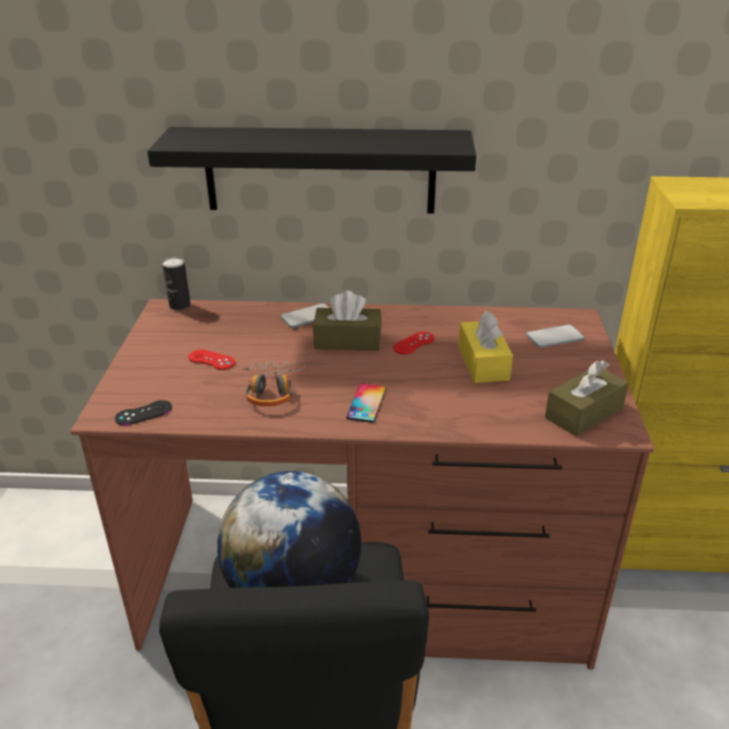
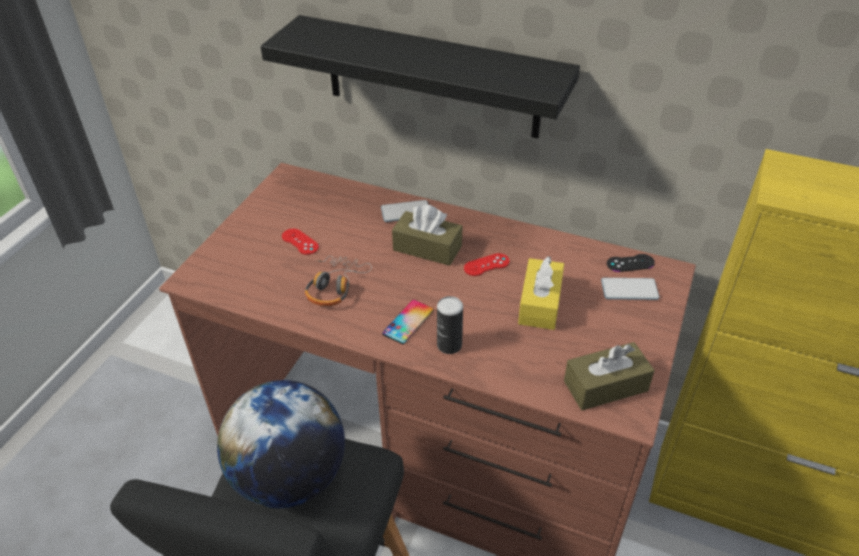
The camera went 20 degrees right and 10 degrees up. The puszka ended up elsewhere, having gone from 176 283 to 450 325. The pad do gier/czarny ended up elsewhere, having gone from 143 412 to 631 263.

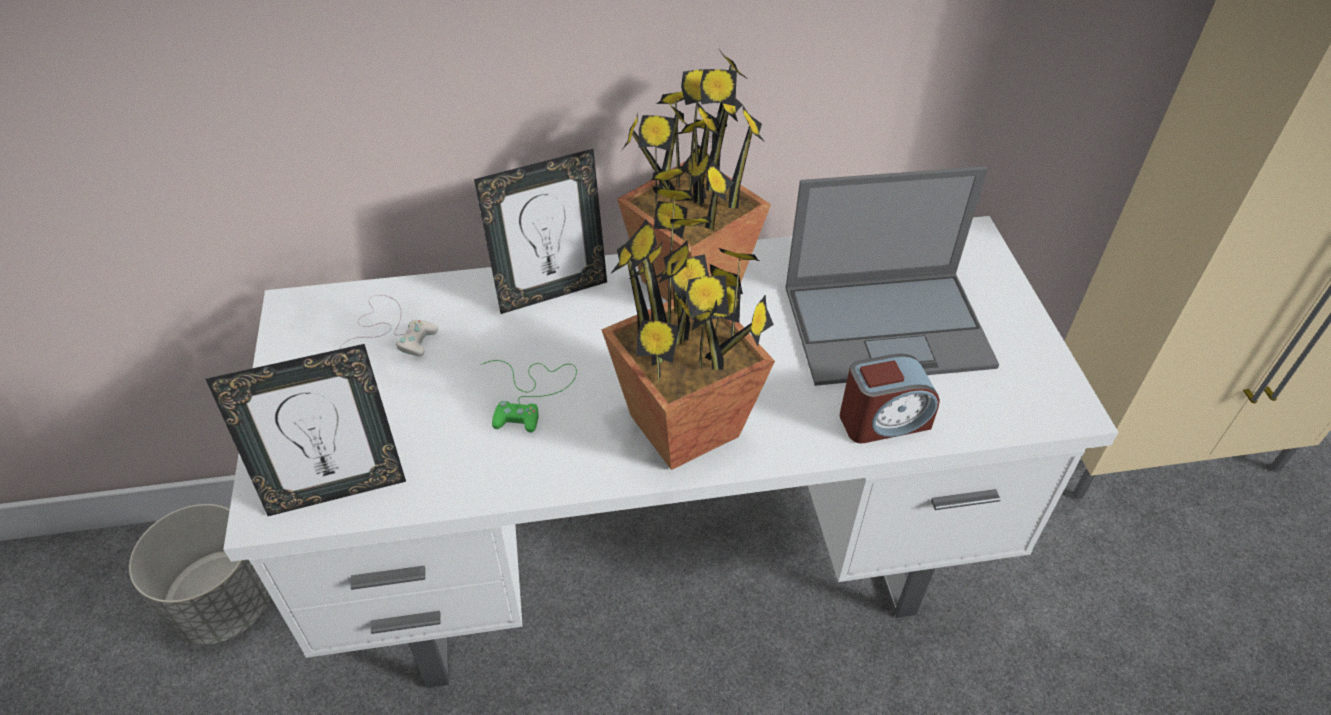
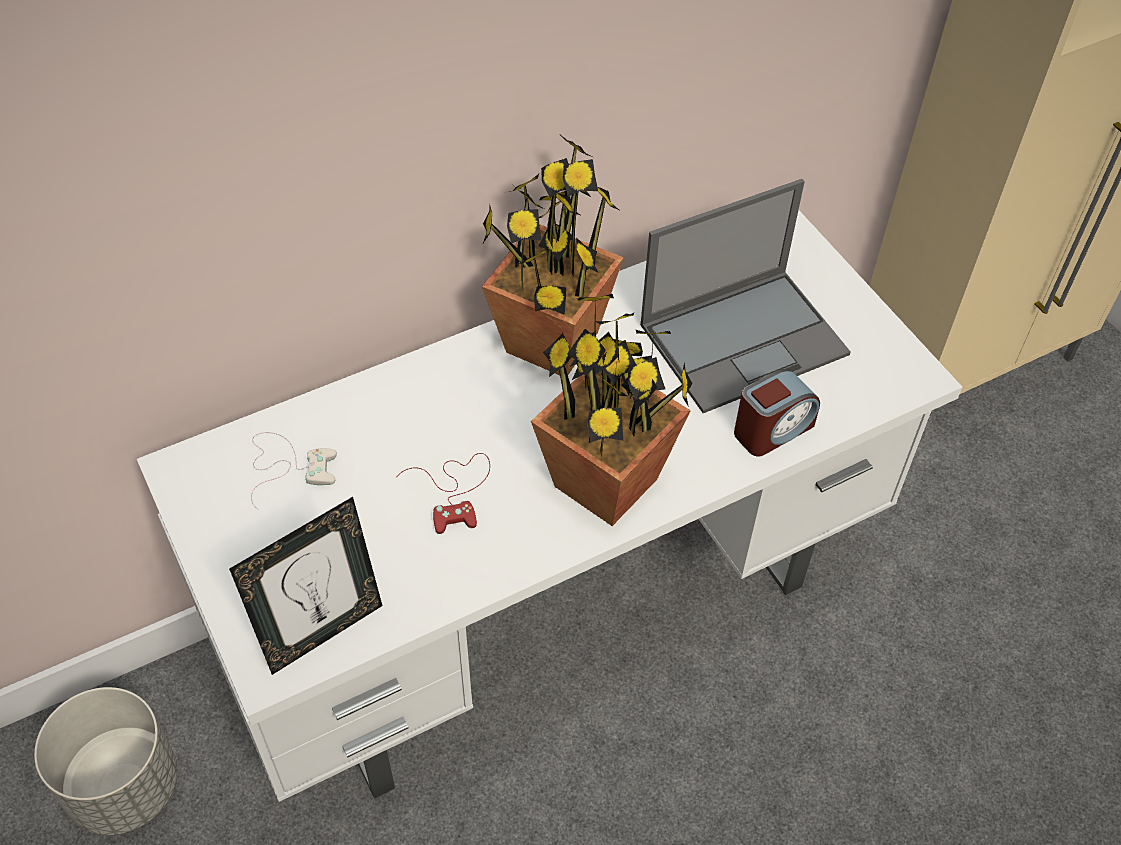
The camera went 20 degrees left and 5 degrees up. What was the pad do gier/zielony at 529 396 turned into the pad do gier/czerwony at 443 493. The second view lost the ramka na zdjęcie at 540 231.

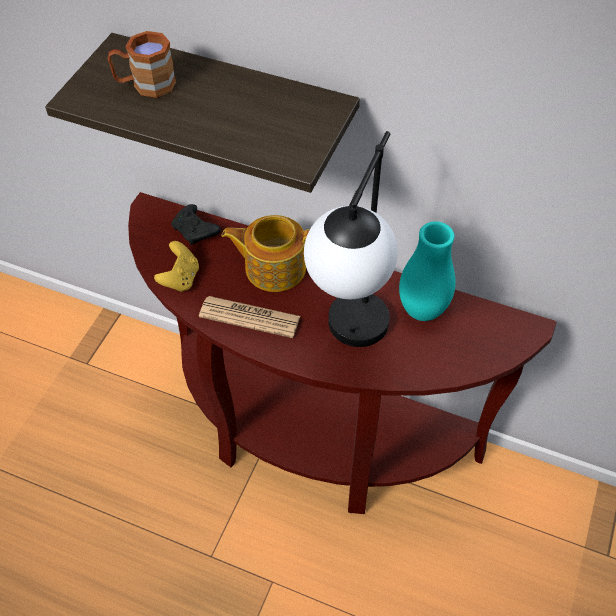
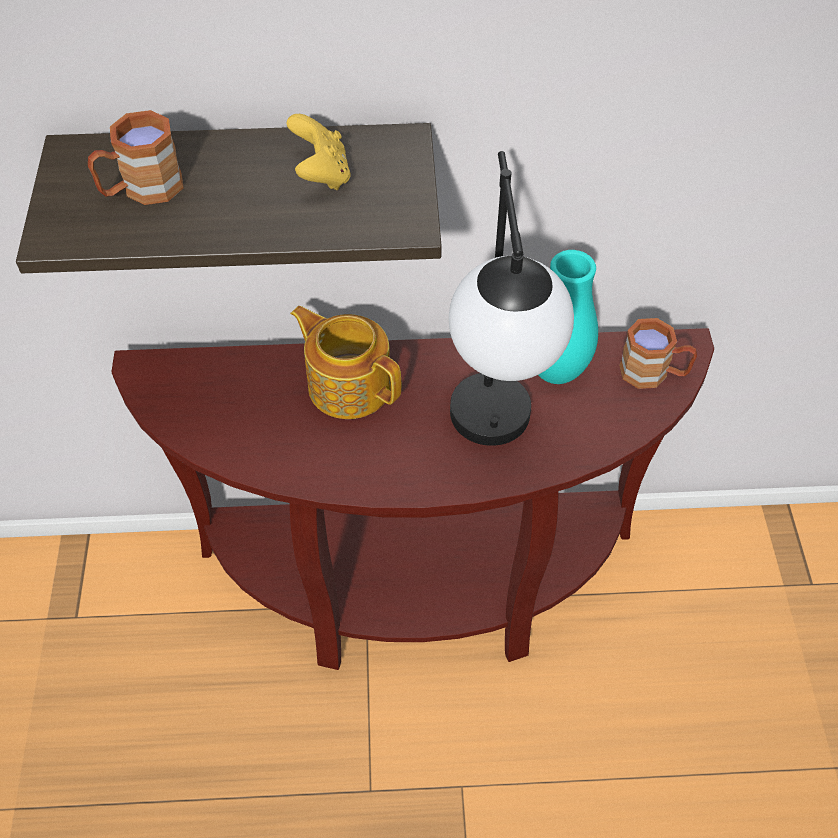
The camera went 25 degrees left and 0 degrees up. The pad do gier/żółty ended up elsewhere, having gone from 176 266 to 318 152. The imbryk at 265 253 ended up facing another way, 60 degrees clockwise from before. The second view gained the kubek/brązowy at 658 353. The second view lost the pad do gier/czarny at 196 224. The second view lost the gazeta at 249 317.

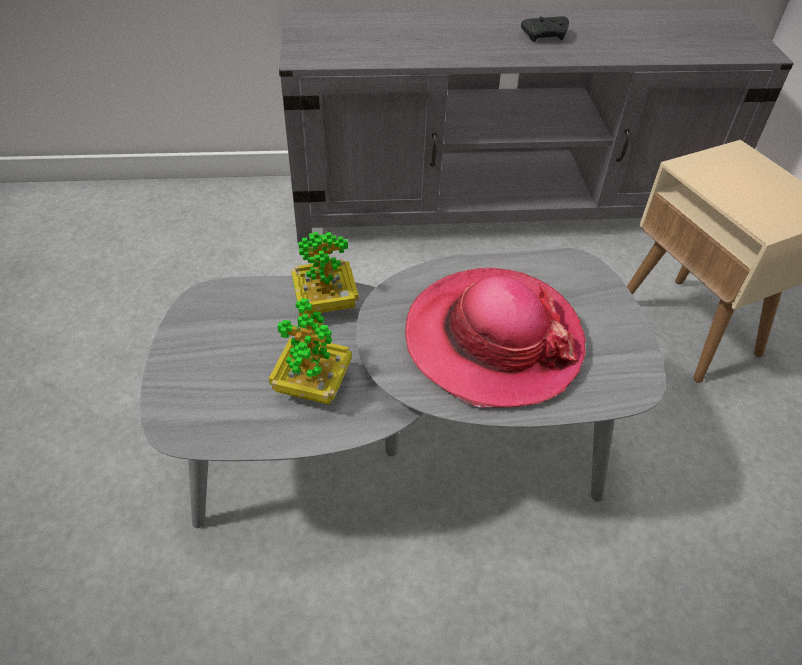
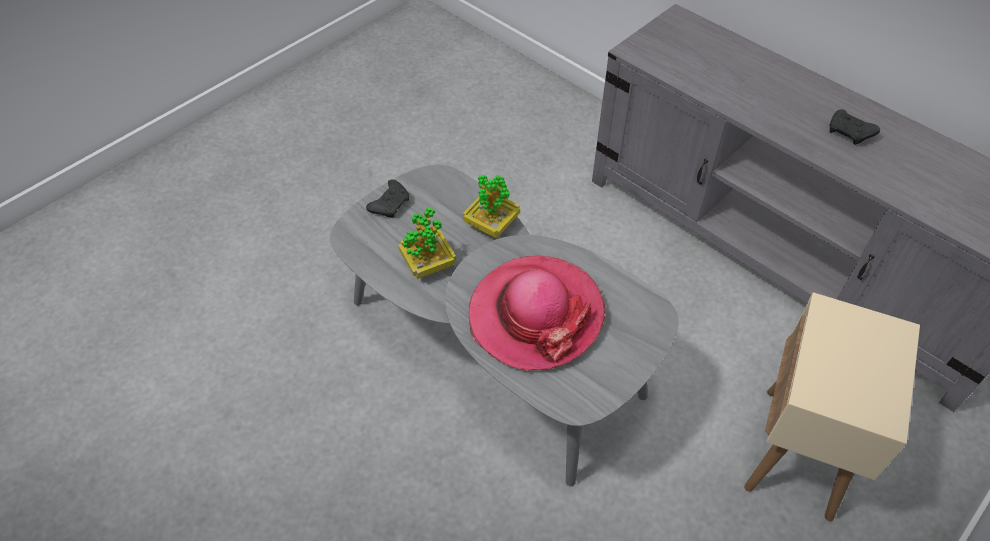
The camera went 50 degrees right and 5 degrees up. The second view gained the pad do gier/czarny at 387 198.

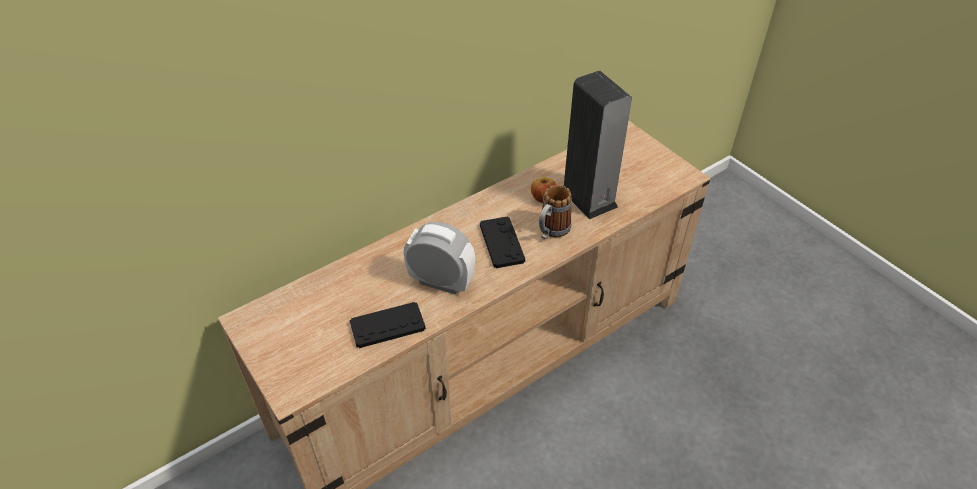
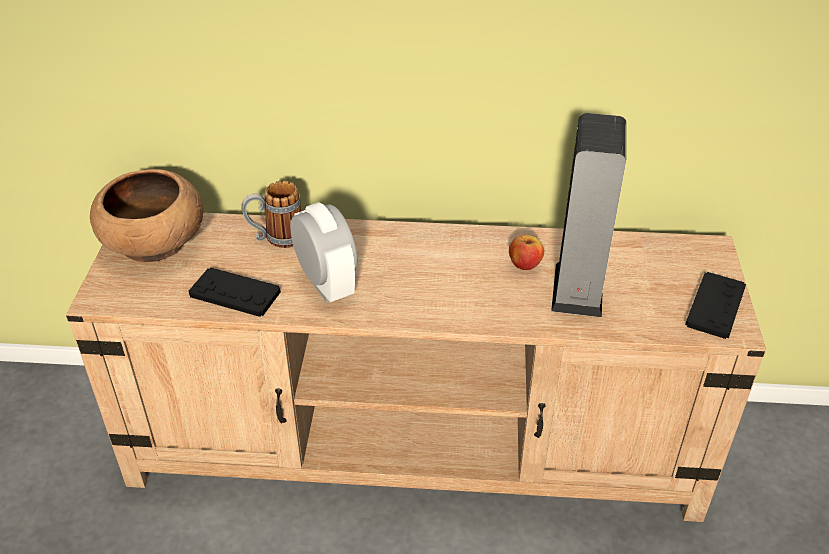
The camera went 40 degrees right and 5 degrees down. The second view gained the miska/brązowy at 146 215. The kubek ended up elsewhere, having gone from 555 212 to 271 214. The pad do gier/czarny ended up elsewhere, having gone from 502 242 to 715 305.

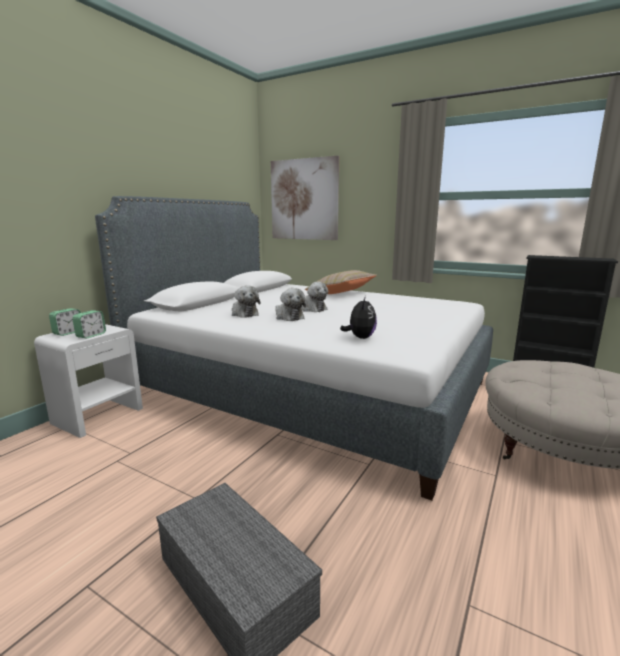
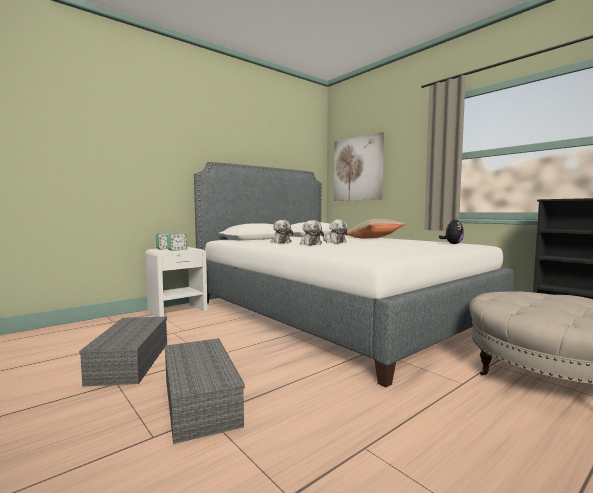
The camera went 20 degrees right and 10 degrees down. The second view gained the pojemnik do przechowywania/szary at 123 352. The pluszak ended up elsewhere, having gone from 358 317 to 451 231.

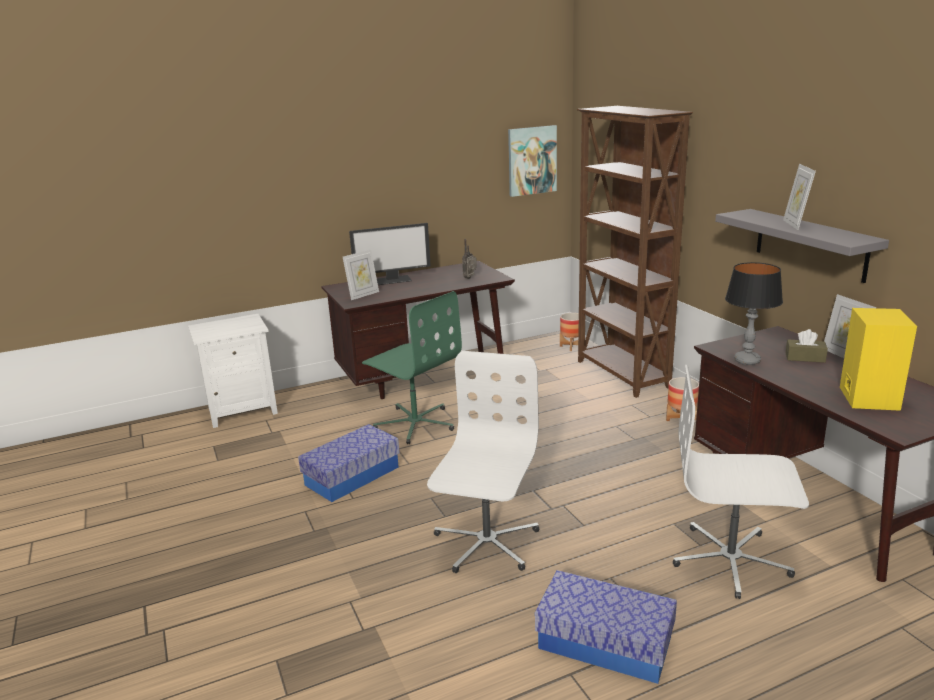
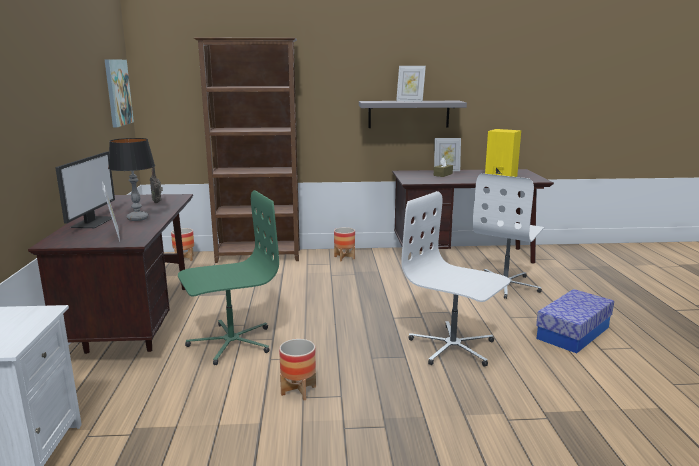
The camera went 70 degrees left and 5 degrees down. The lampa stołowa ended up elsewhere, having gone from 754 313 to 131 179. Where the pojemnik do przechowywania stood at 348 463, the donica came to stand at 297 369.

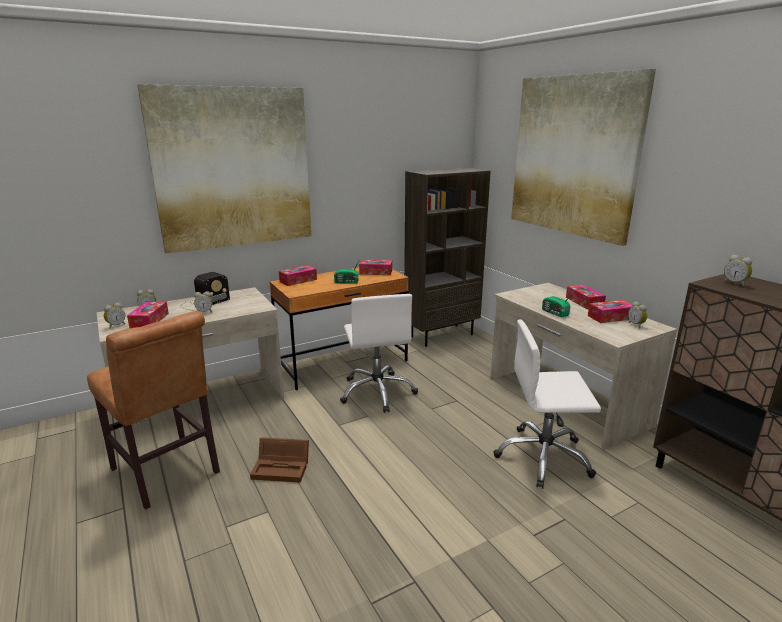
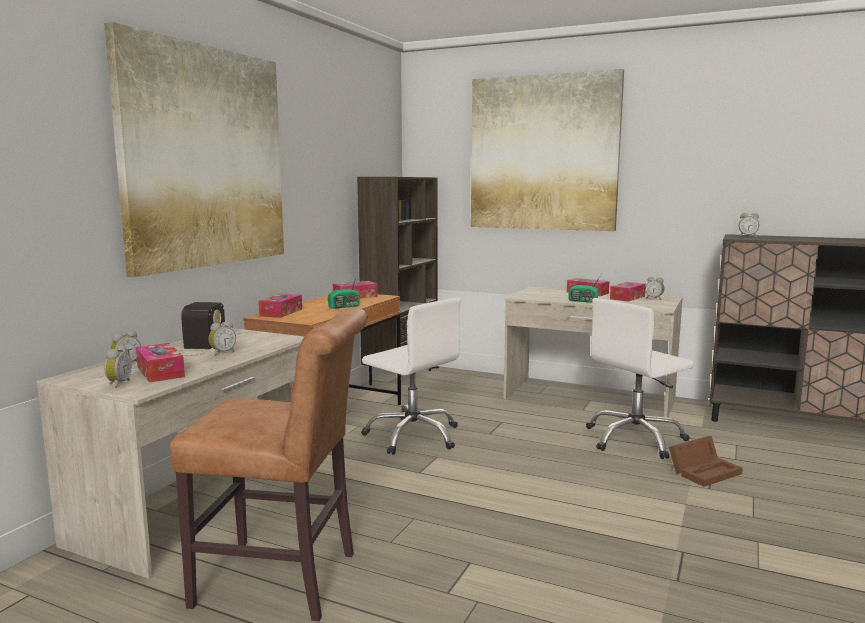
The camera went 35 degrees left and 10 degrees down. The pojemnik do przechowywania/brązowy ended up elsewhere, having gone from 279 460 to 706 461.

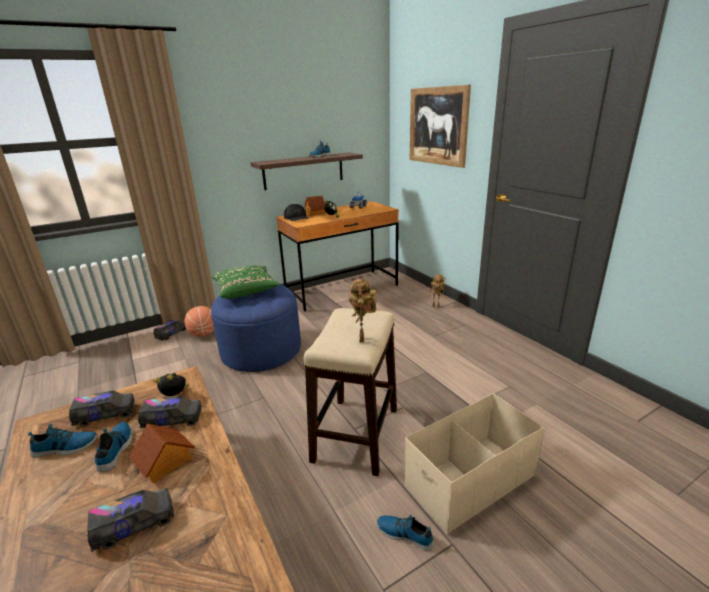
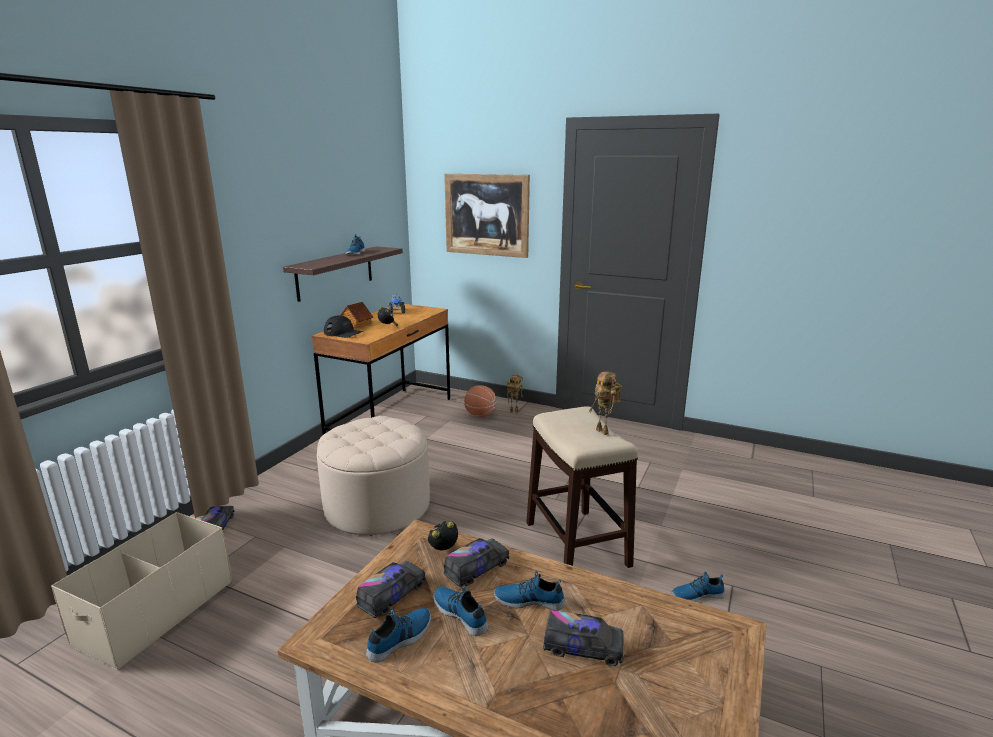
The camera went 35 degrees left and 5 degrees down. The pojemnik do przechowywania/beżowy ended up elsewhere, having gone from 474 463 to 141 591. What was the pufa/niebieski at 256 328 turned into the pufa/beżowy at 373 476. The piłka do koszykówki ended up elsewhere, having gone from 199 321 to 480 401. Where the domek stood at 161 454, the but came to stand at 529 591. The ciężarówka zabawkowa at 130 520 ended up facing another way, 75 degrees clockwise from before. The second view lost the poduszka/zielony at 246 282.

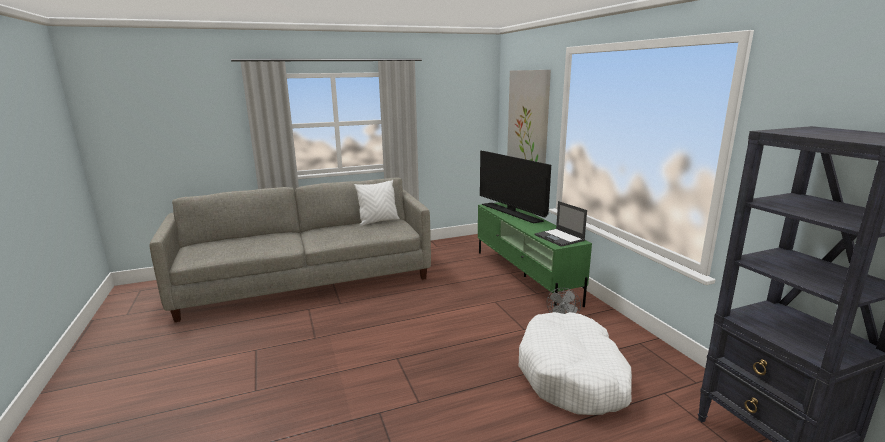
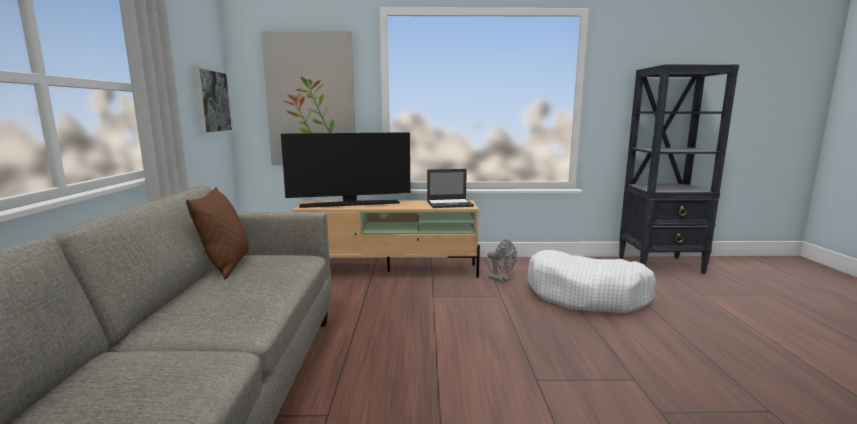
The camera went 70 degrees left and 5 degrees down. What was the poduszka/biały at 377 203 turned into the poduszka/brązowy at 217 233. The second view gained the obraz at 213 100. What was the szafka pod telewizor/zielony at 535 254 turned into the szafka pod telewizor/beżowy at 386 239.

